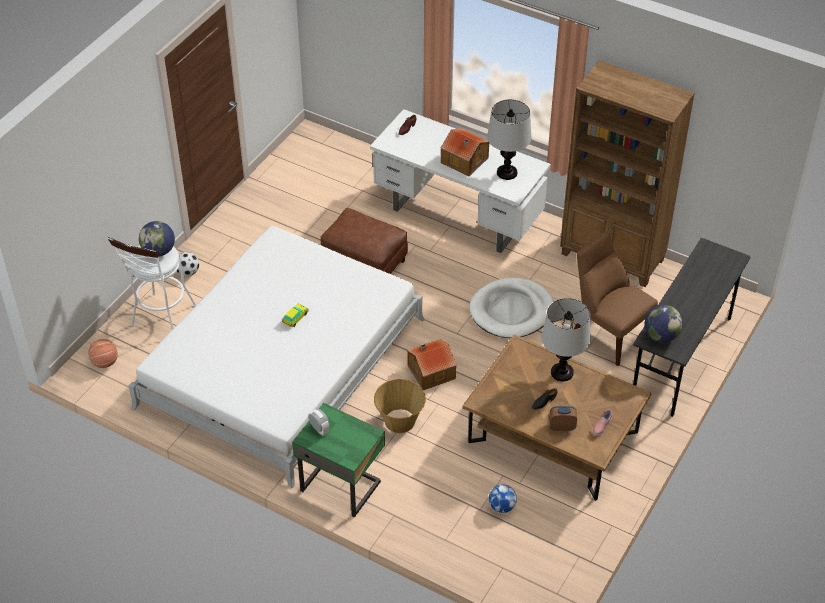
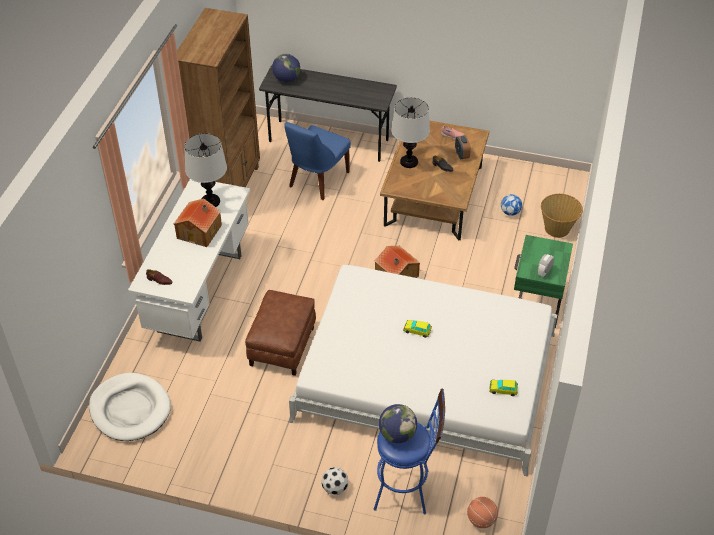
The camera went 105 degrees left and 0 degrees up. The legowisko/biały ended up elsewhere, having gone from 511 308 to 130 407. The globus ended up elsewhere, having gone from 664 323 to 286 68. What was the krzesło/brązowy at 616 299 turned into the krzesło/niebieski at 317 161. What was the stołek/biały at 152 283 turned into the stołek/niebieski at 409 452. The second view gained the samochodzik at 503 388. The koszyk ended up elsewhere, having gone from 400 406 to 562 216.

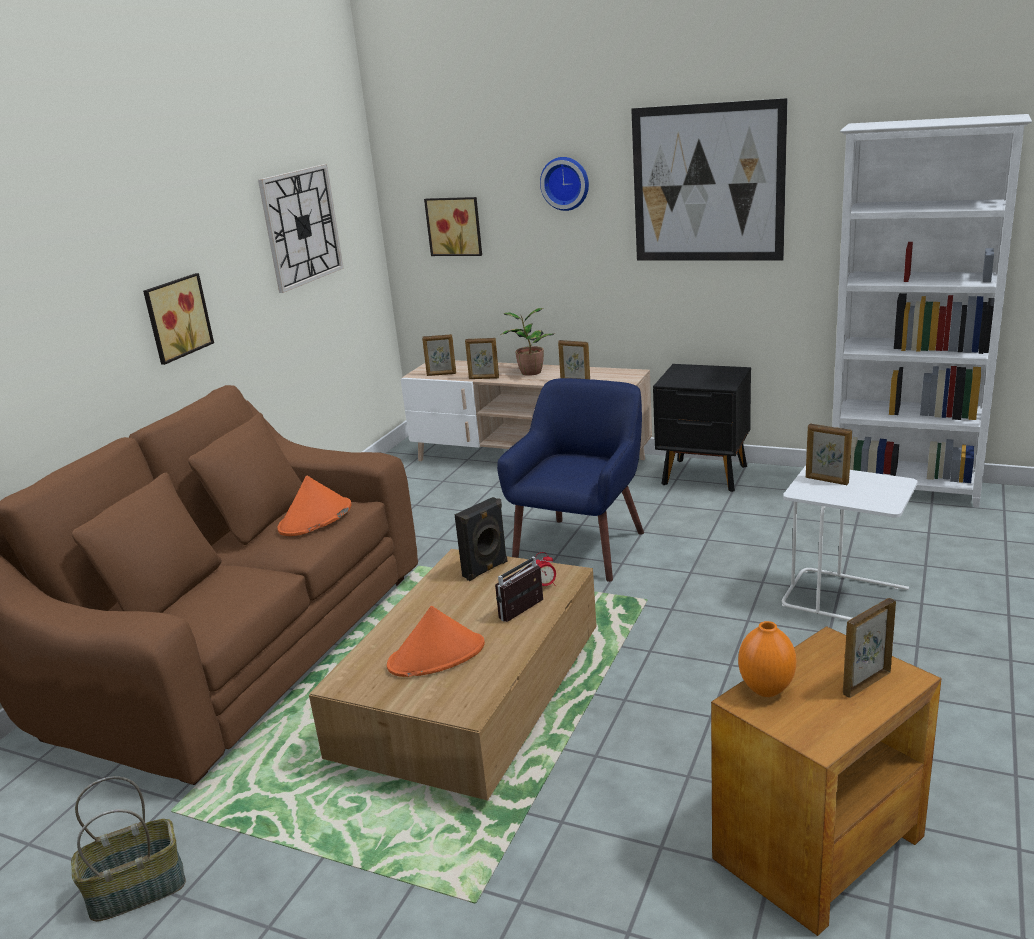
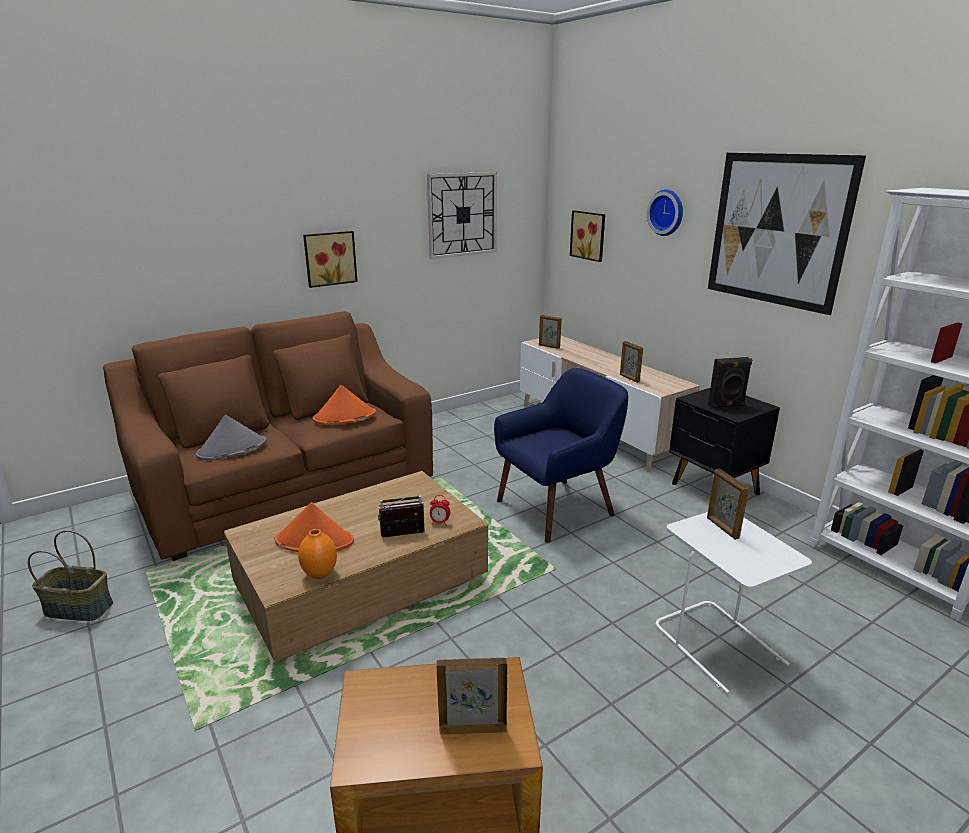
The camera went 30 degrees right and 0 degrees up. The second view gained the kapelusz/szary at 231 437. The wazon/pomarańczowy ended up elsewhere, having gone from 767 659 to 317 554. The głośnik/czarny ended up elsewhere, having gone from 481 539 to 730 382. The second view lost the ramka na zdjęcie at 482 358. The second view lost the roślina doniczkowa at 528 342.

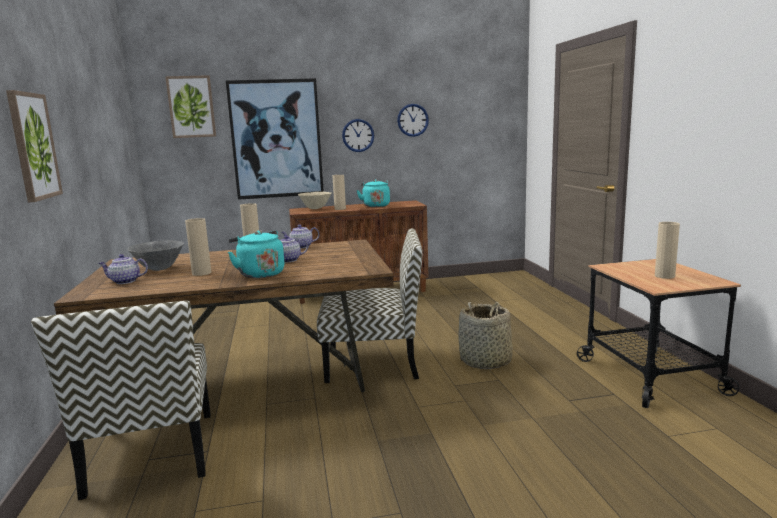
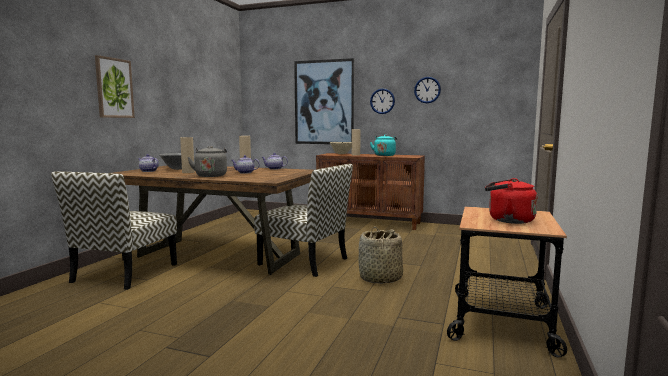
The camera went 30 degrees right and 5 degrees down. What was the czajnik/turkusowy at 256 254 turned into the czajnik/szary at 207 161. Where the wazon/beżowy stood at 667 250, the czajnik/czerwony came to stand at 511 201. The second view lost the obraz at 190 106.

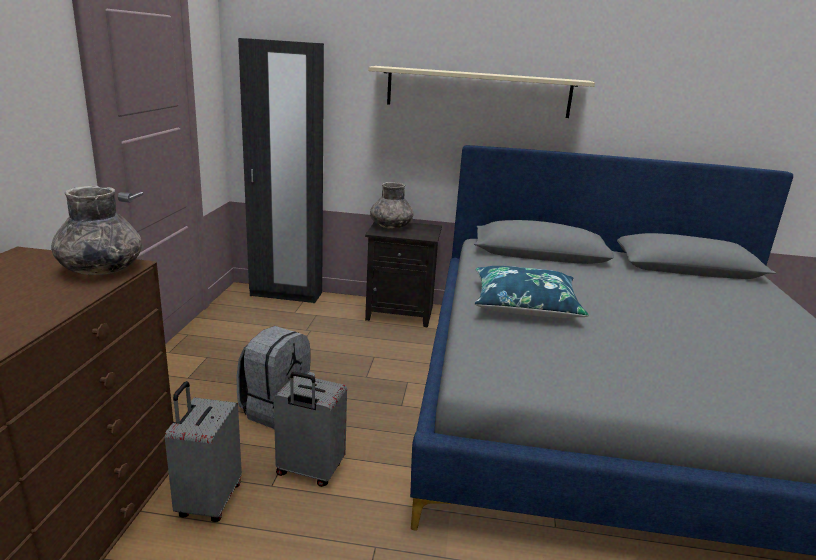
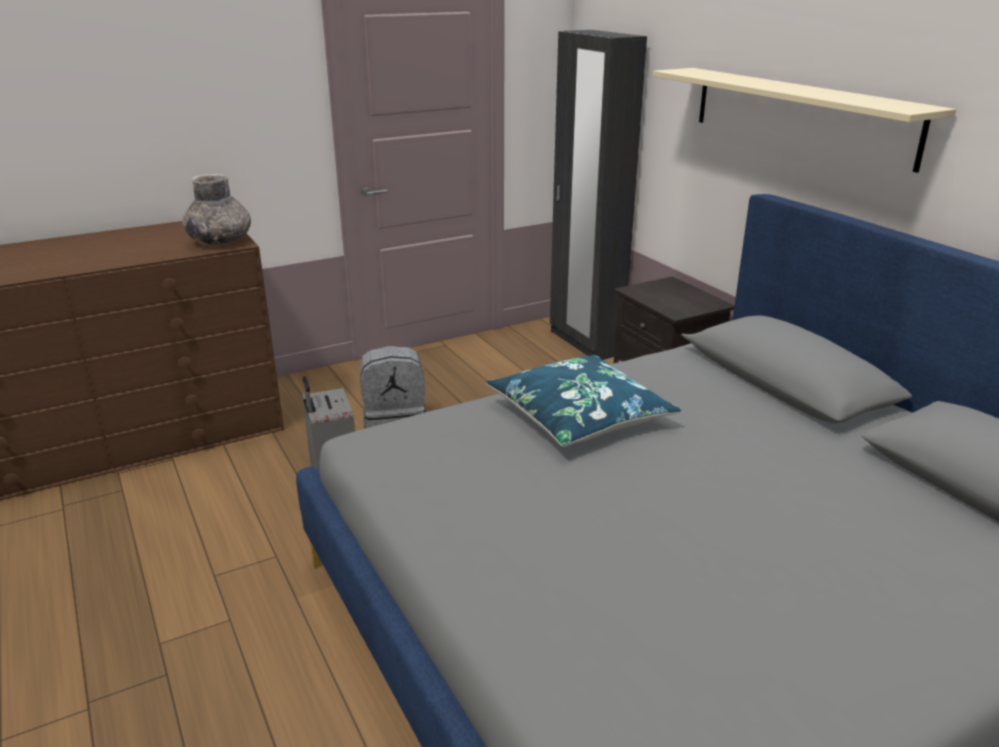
The camera went 55 degrees right and 5 degrees up. The second view lost the walizka/szary at 203 451. The second view lost the wazon/szary at 392 205.

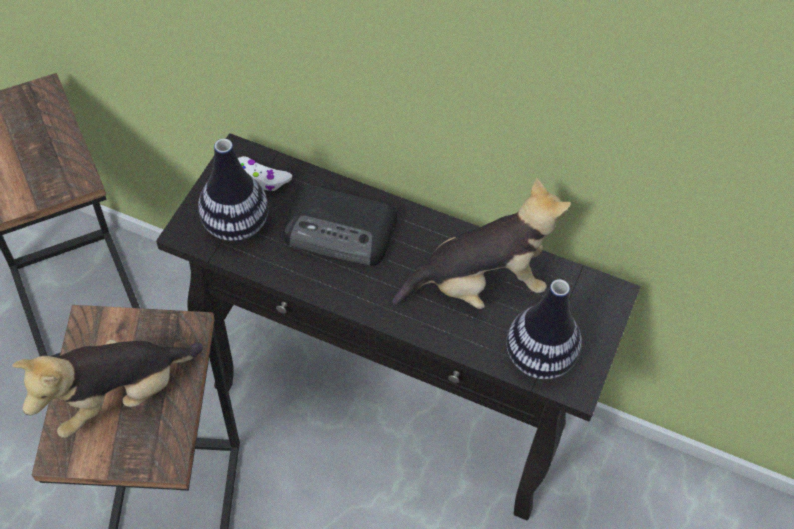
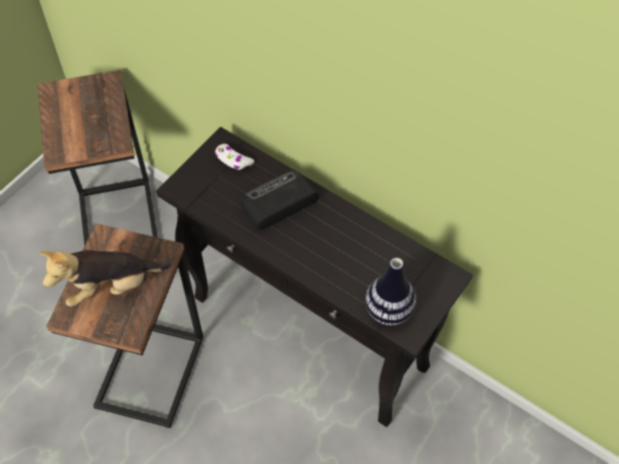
The camera went 15 degrees right and 0 degrees up. The radio at 340 225 ended up facing another way, 120 degrees clockwise from before. The second view lost the wazon at 233 190. The second view lost the pluszak at 482 243.

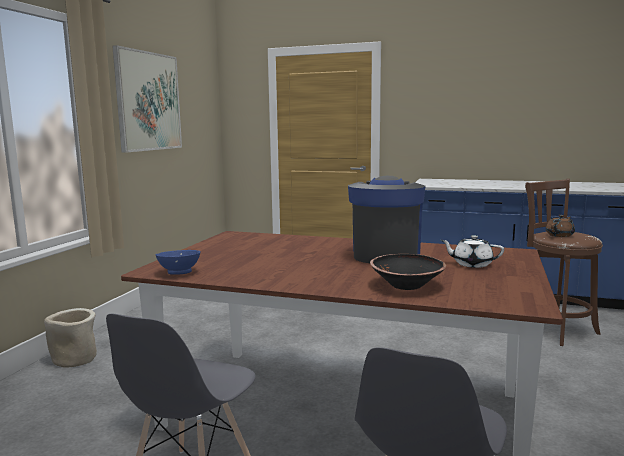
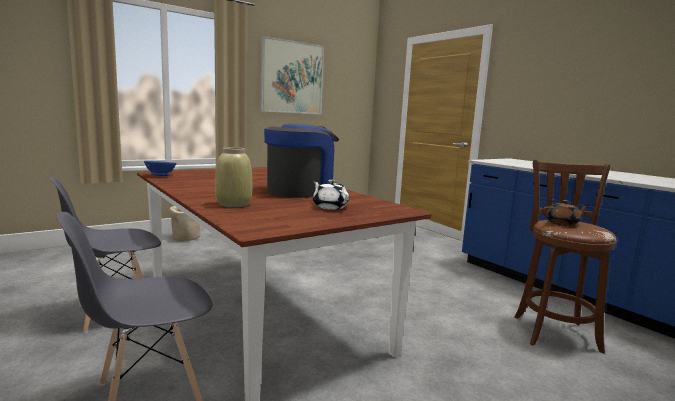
The camera went 35 degrees right and 0 degrees up. Where the miska/czarny stood at 408 272, the wazon/beżowy came to stand at 233 177.

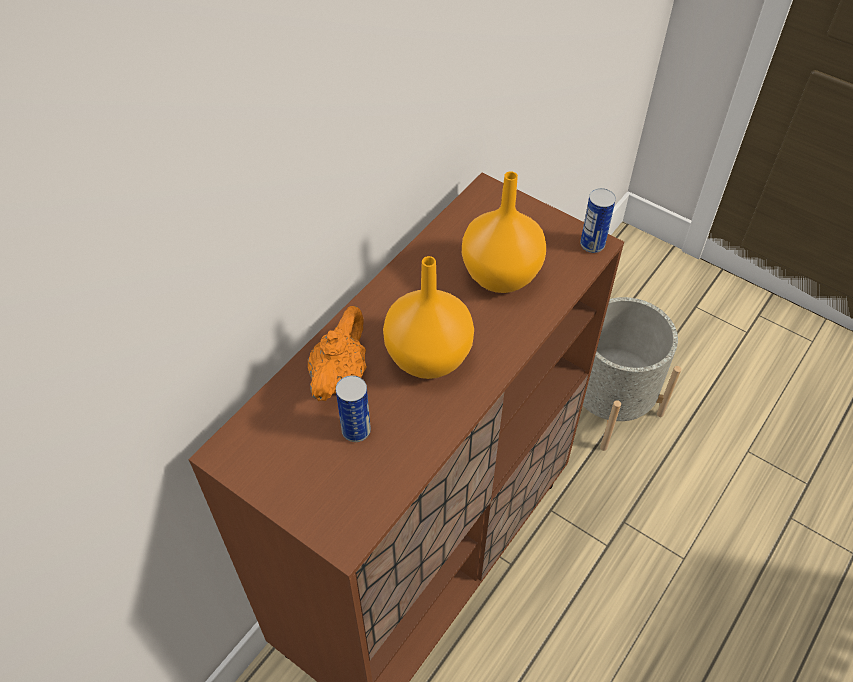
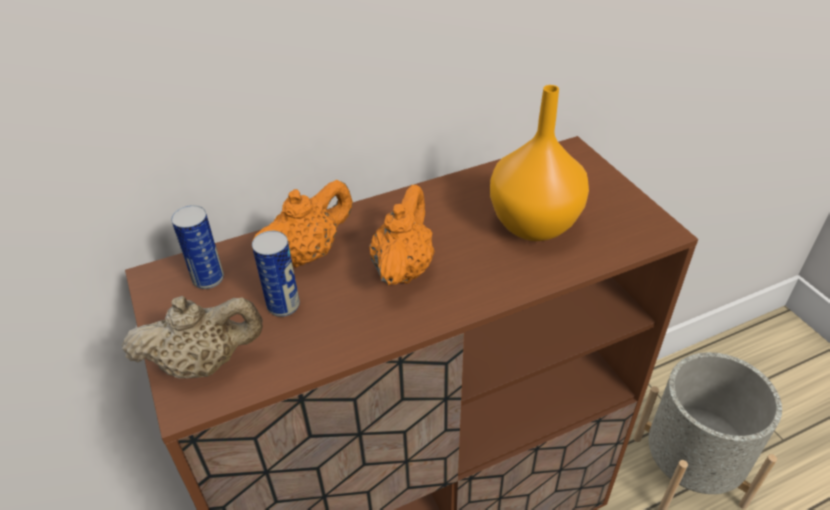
The camera went 30 degrees right and 10 degrees down. The second view gained the imbryk/beżowy at 192 337. The puszka ended up elsewhere, having gone from 598 220 to 197 247. Where the wazon/pomarańczowy stood at 428 317, the imbryk/pomarańczowy came to stand at 402 235.

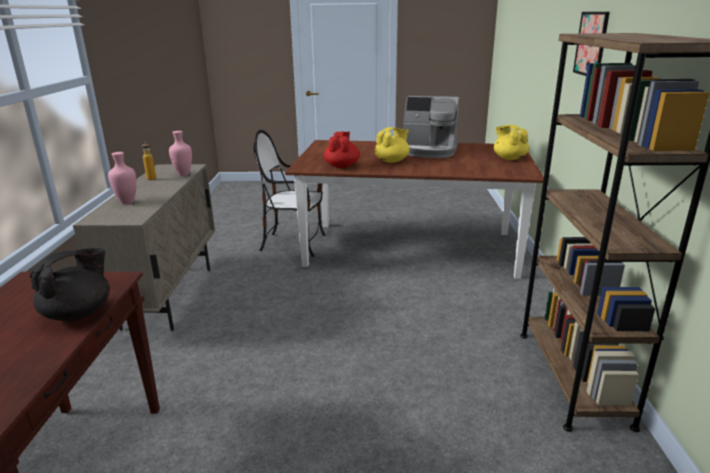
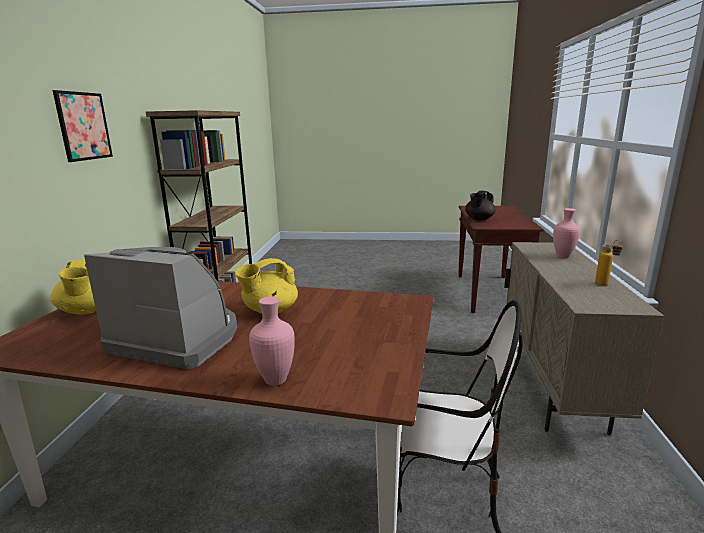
The camera went 175 degrees left and 5 degrees down. The wazon/różowy ended up elsewhere, having gone from 180 153 to 272 341. The second view lost the imbryk/czerwony at 342 150.

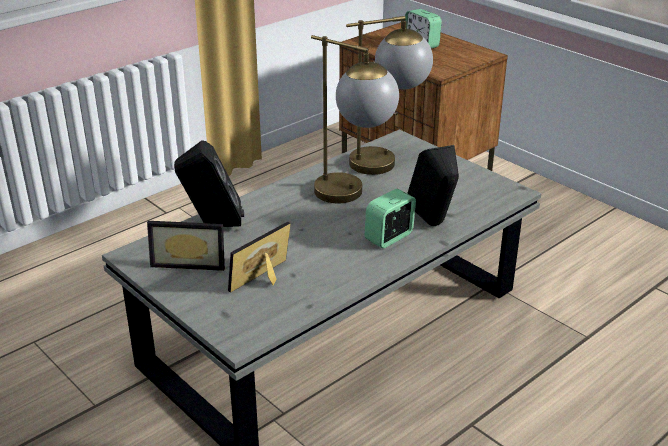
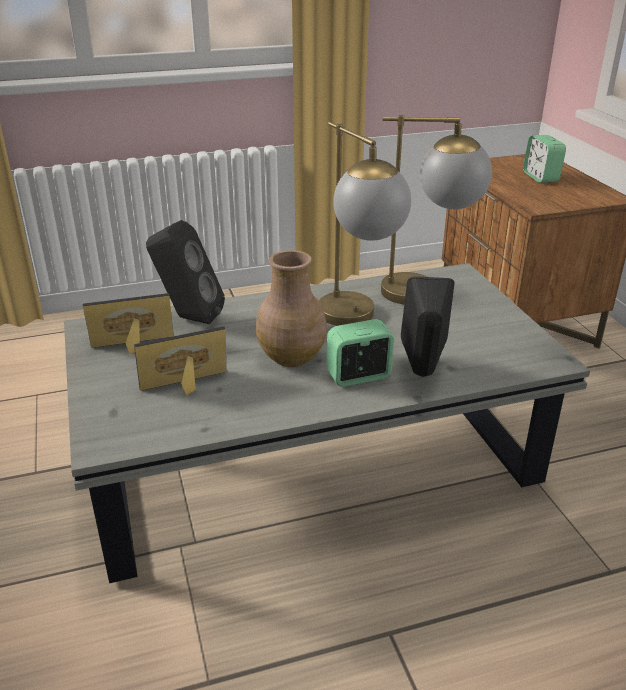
The camera went 25 degrees right and 0 degrees up. The ramka na zdjęcie at 186 246 ended up facing another way, 135 degrees clockwise from before. The second view gained the wazon/brązowy at 291 308.

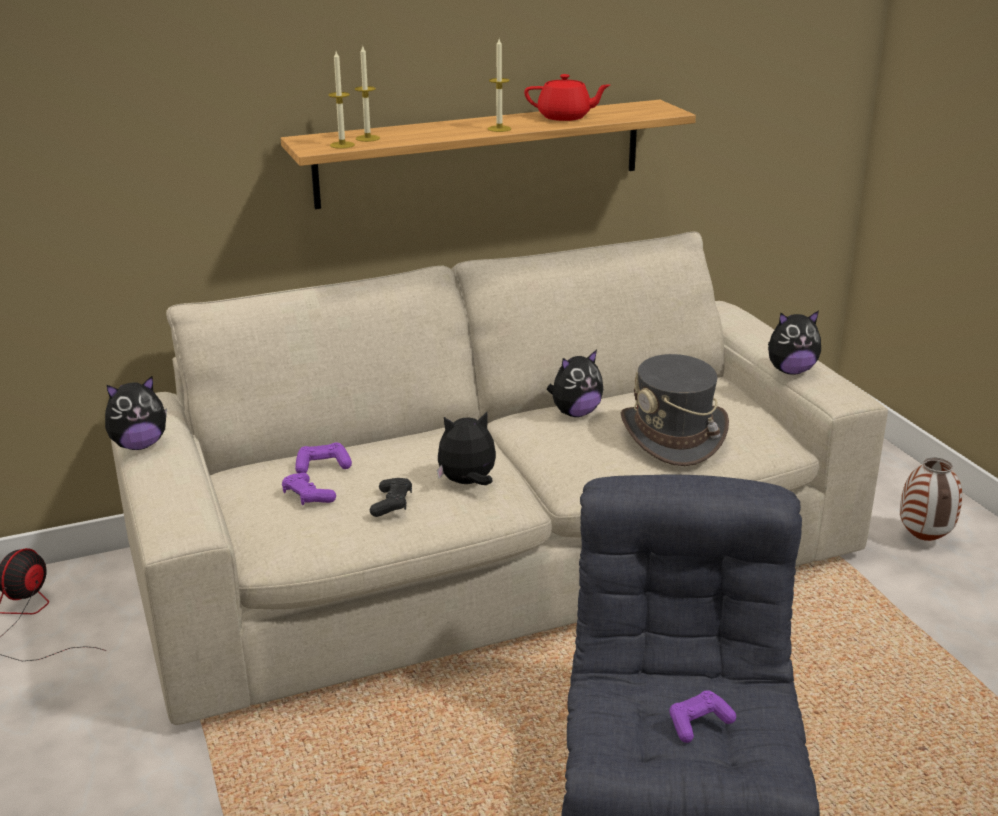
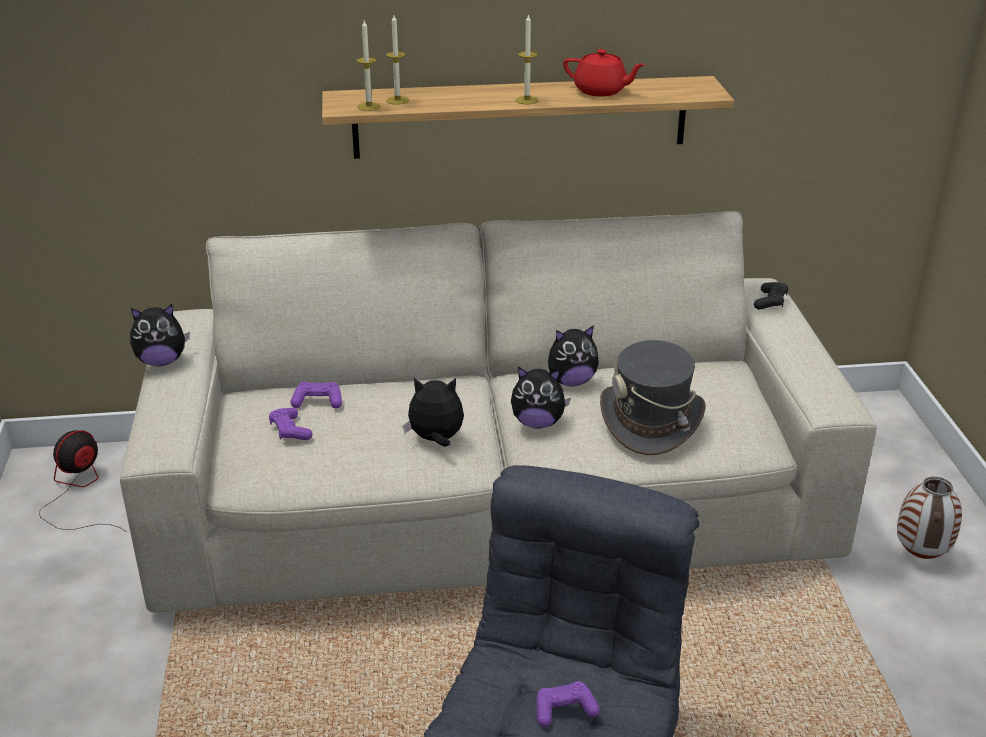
The camera went 15 degrees right and 5 degrees up. The pluszak ended up elsewhere, having gone from 794 342 to 541 397. The pad do gier/czarny ended up elsewhere, having gone from 391 497 to 771 295.

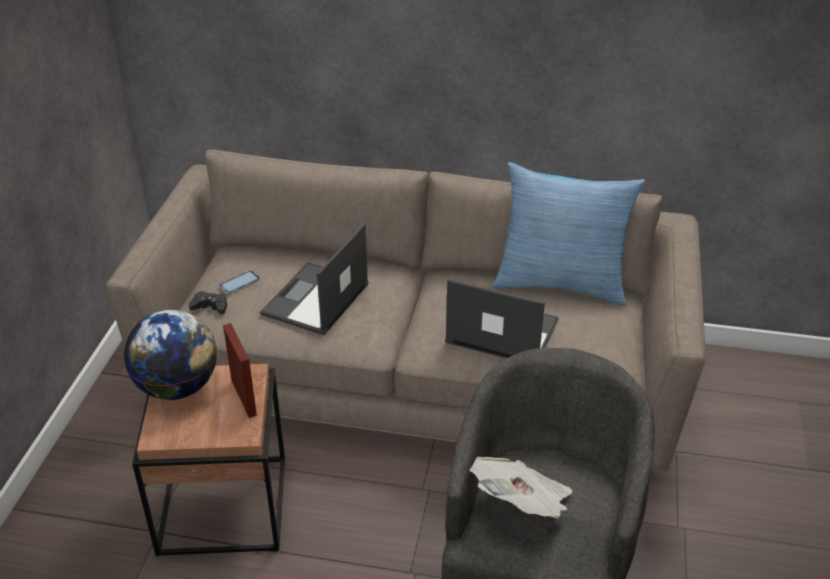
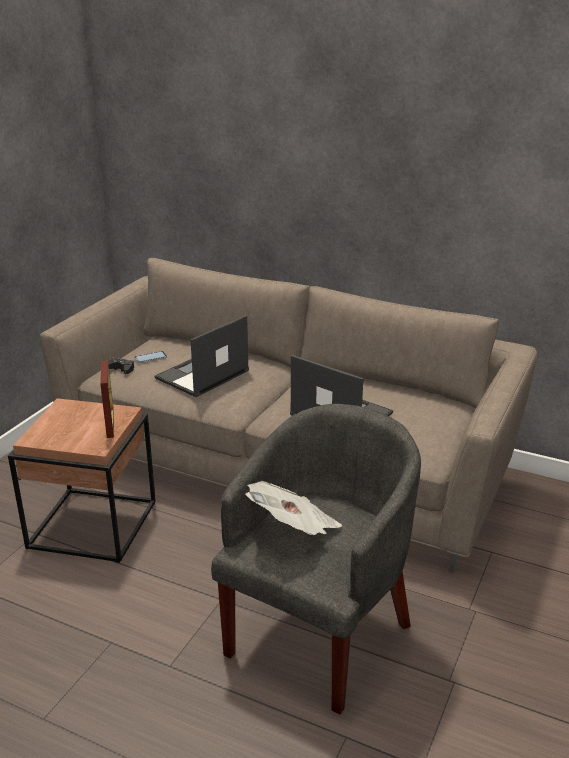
The camera went 15 degrees right and 10 degrees down. The second view lost the globus at 170 355. The second view lost the poduszka at 569 234.

